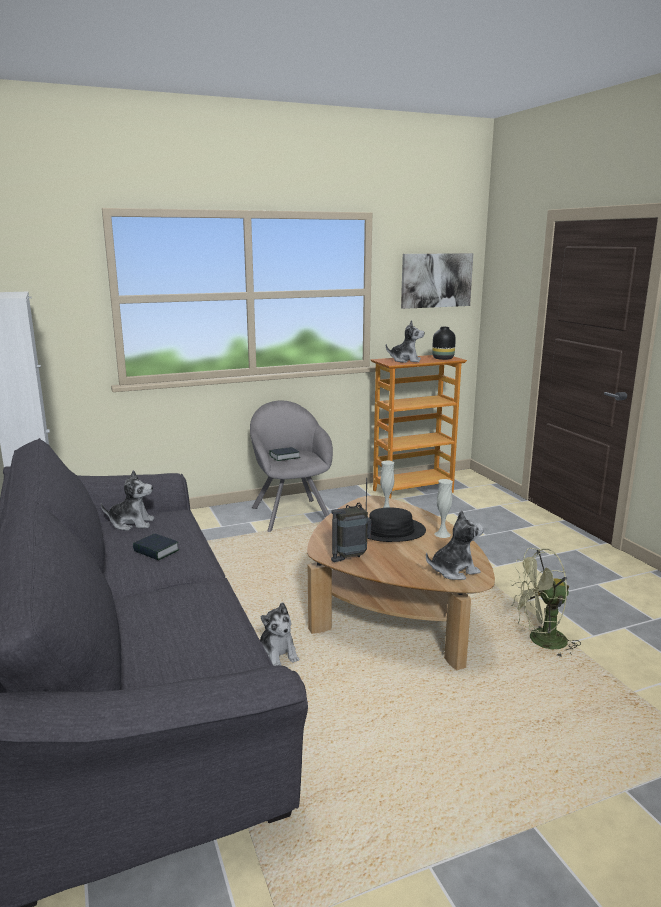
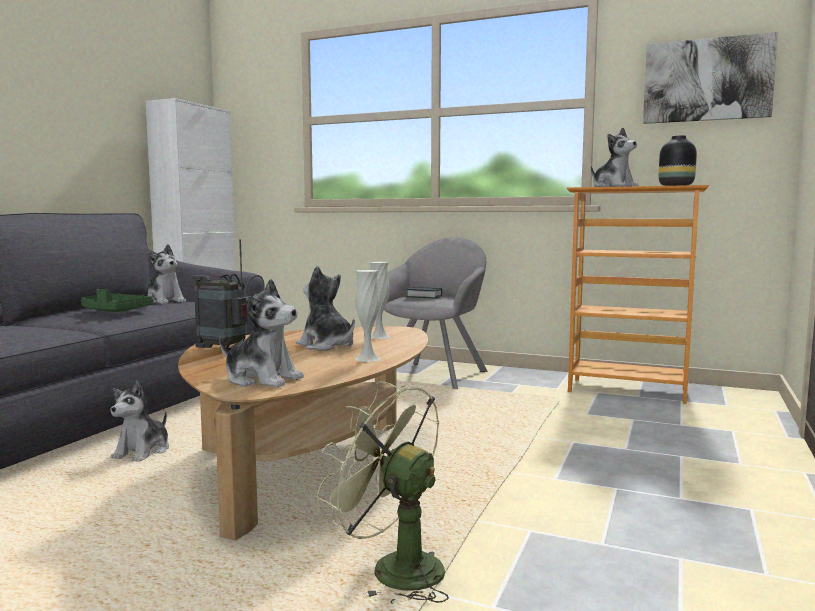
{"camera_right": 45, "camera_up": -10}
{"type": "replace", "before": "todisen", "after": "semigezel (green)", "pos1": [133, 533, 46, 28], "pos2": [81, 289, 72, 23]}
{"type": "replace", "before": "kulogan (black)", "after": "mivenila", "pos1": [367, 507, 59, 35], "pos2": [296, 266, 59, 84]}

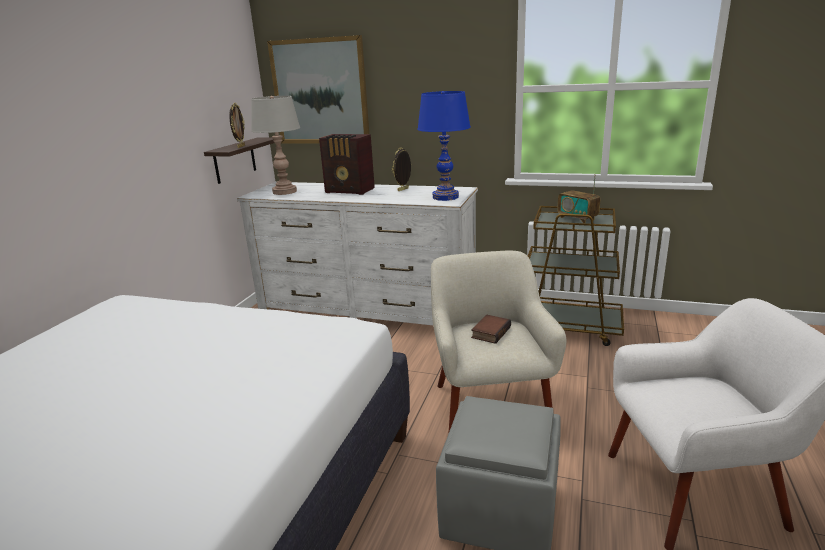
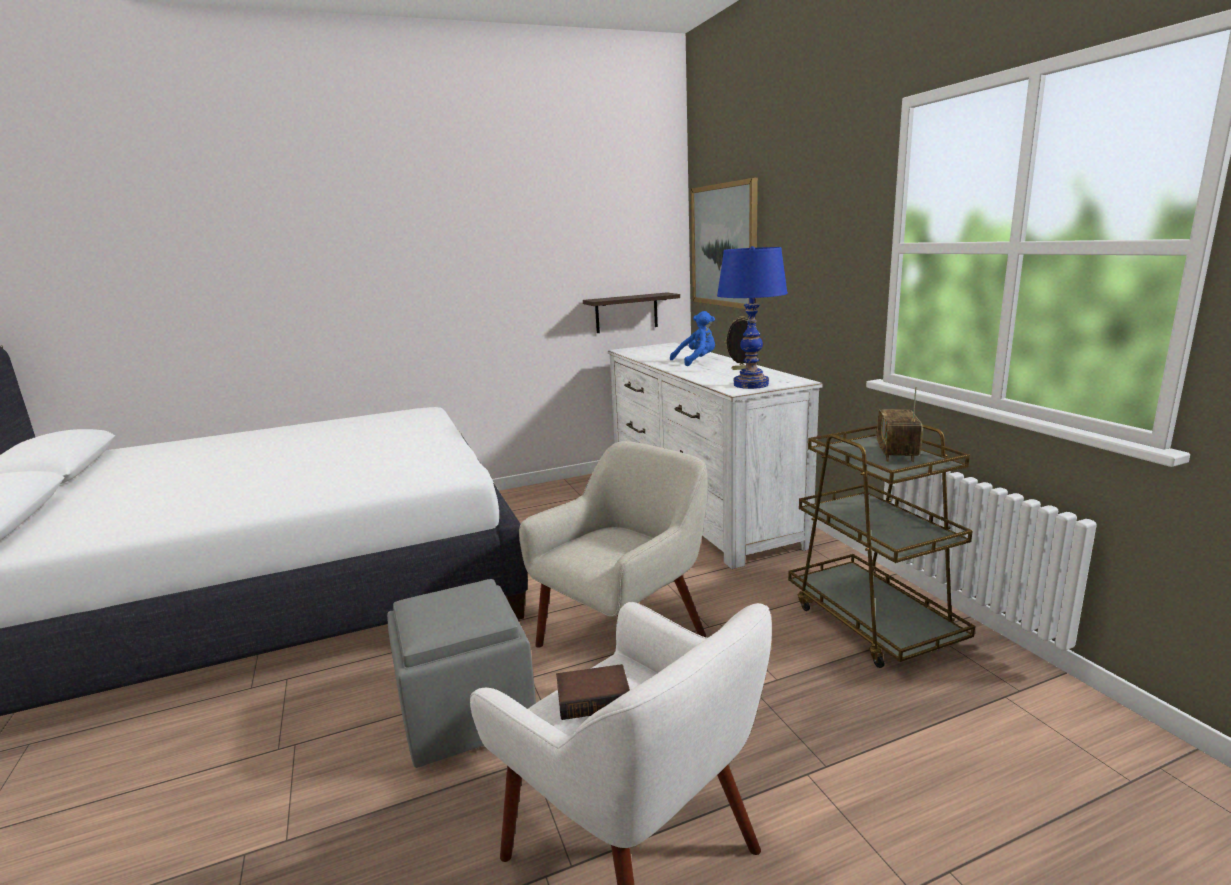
{"camera_right": 50, "camera_up": -5}
{"type": "move", "before": "todisen", "pos1": [471, 315, 40, 29], "pos2": [556, 664, 74, 56]}
{"type": "replace", "before": "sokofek", "after": "mivenila (blue)", "pos1": [319, 134, 56, 61], "pos2": [670, 311, 45, 55]}
{"type": "delete", "before": "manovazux", "pos1": [229, 103, 16, 45]}
{"type": "delete", "before": "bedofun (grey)", "pos1": [251, 96, 49, 99]}

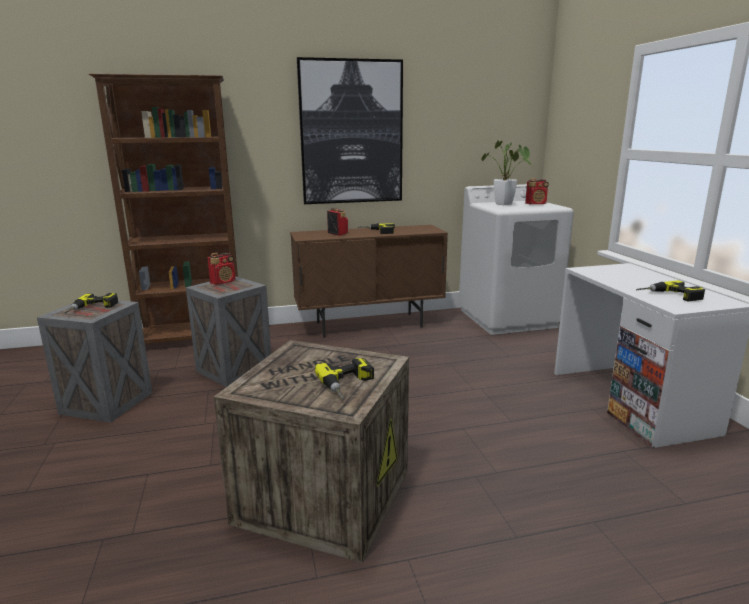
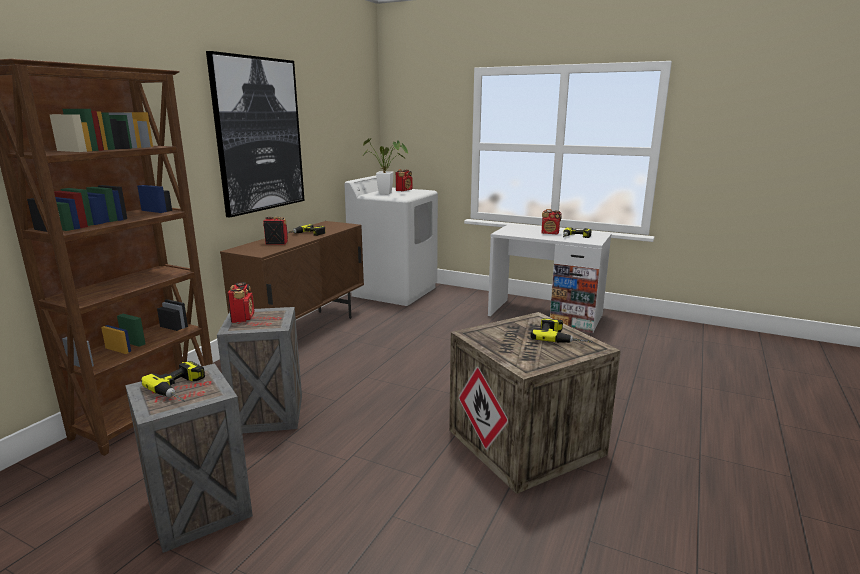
{"camera_right": -50, "camera_up": 0}
{"type": "insert", "after": "sokofek", "pos2": [541, 209, 21, 26]}

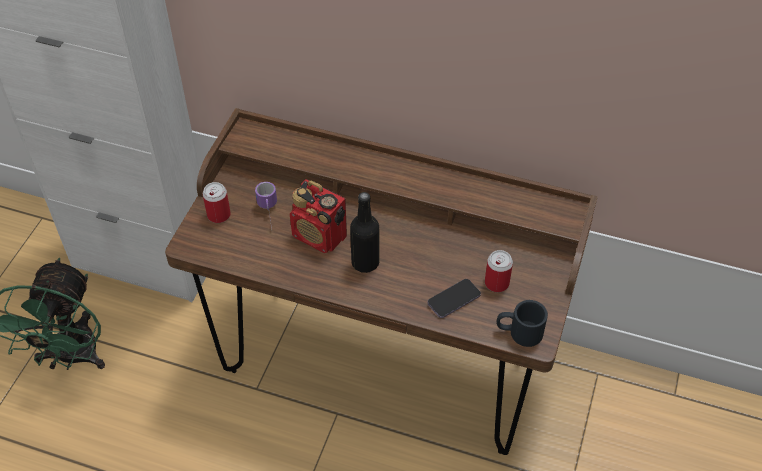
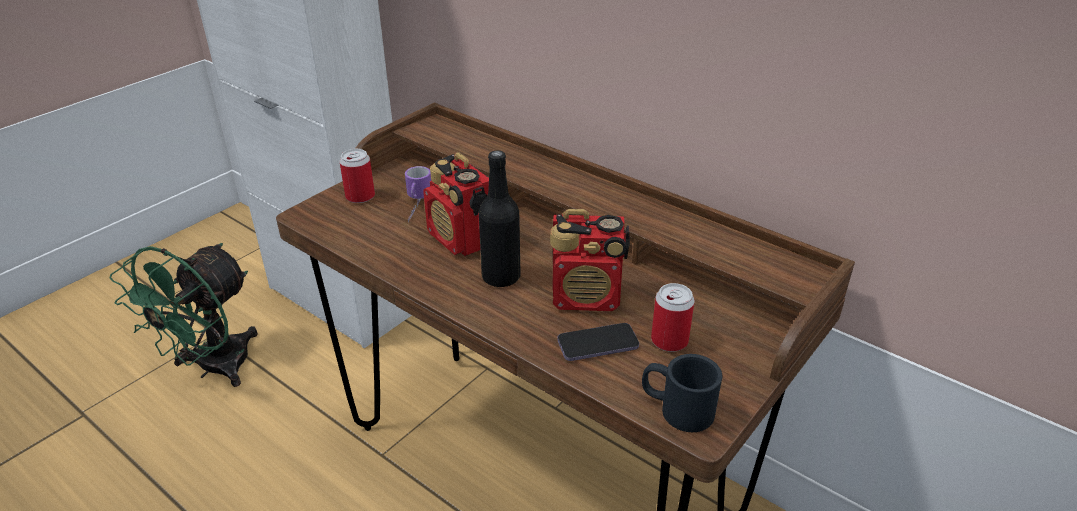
{"camera_right": 20, "camera_up": -15}
{"type": "insert", "after": "sokofek", "pos2": [550, 209, 80, 102]}

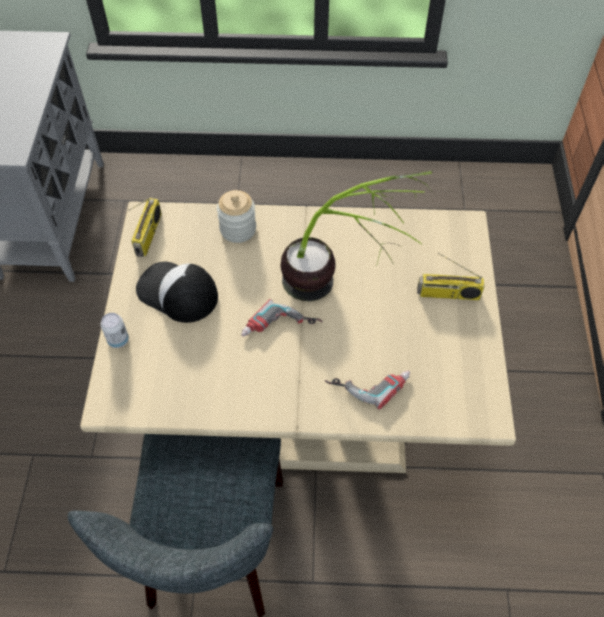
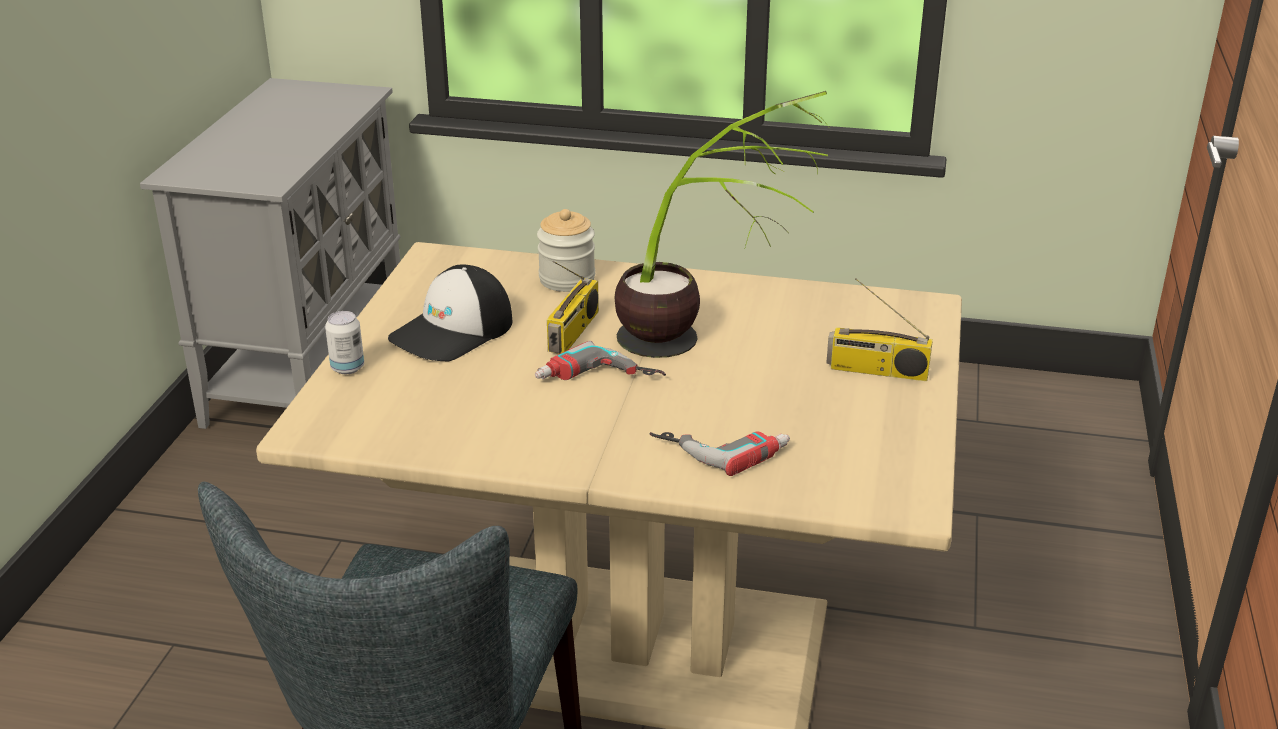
{"camera_right": 10, "camera_up": -25}
{"type": "rotate", "before": "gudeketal", "pos1": [136, 262, 82, 61], "pos2": [388, 265, 124, 96], "turn": -90}
{"type": "move", "before": "sokofek", "pos1": [128, 198, 34, 59], "pos2": [547, 261, 52, 93]}

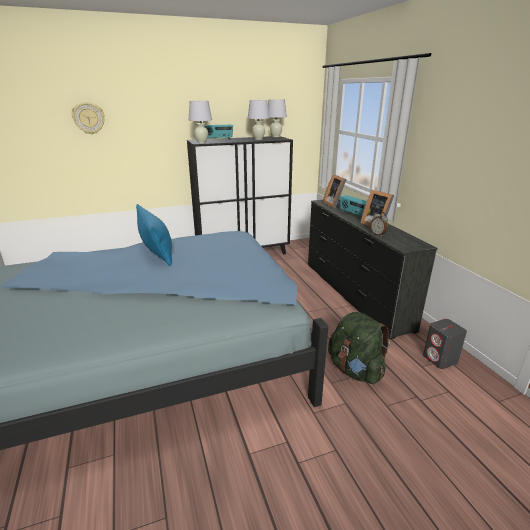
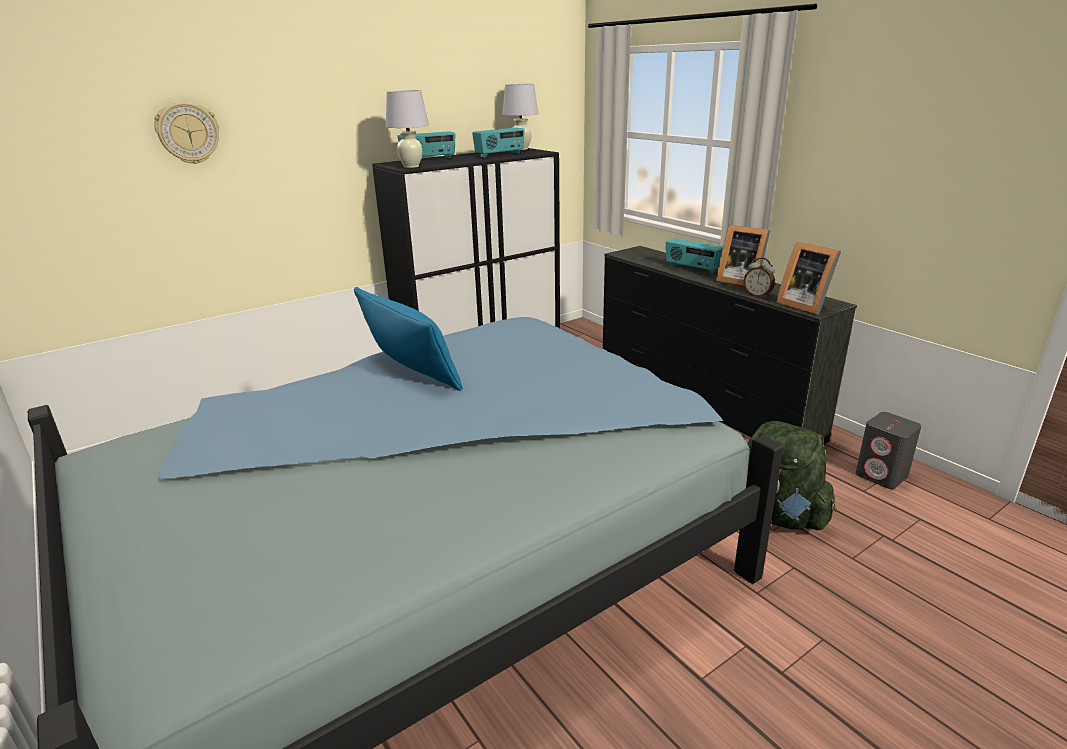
{"camera_right": -15, "camera_up": 0}
{"type": "replace", "before": "bedofun (white)", "after": "sokofek", "pos1": [248, 100, 21, 40], "pos2": [472, 128, 53, 30]}
{"type": "move", "before": "manovazux", "pos1": [323, 174, 24, 34], "pos2": [777, 242, 64, 73]}

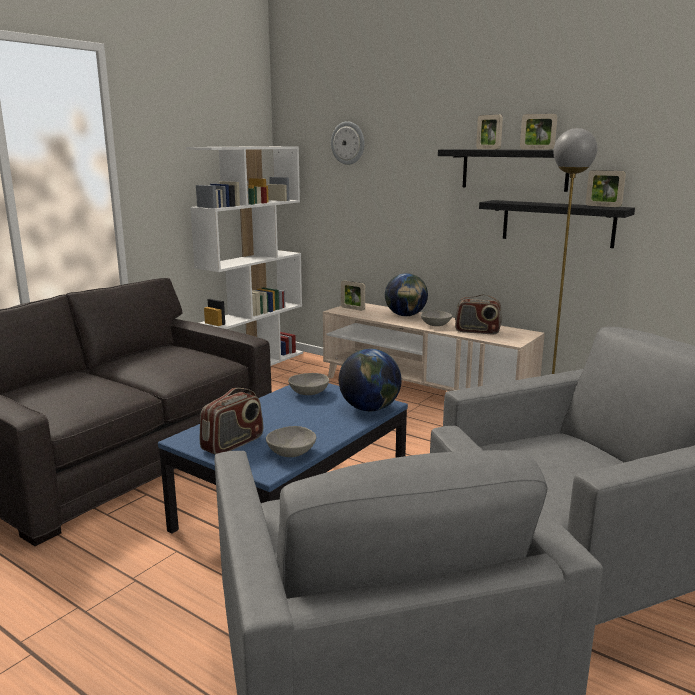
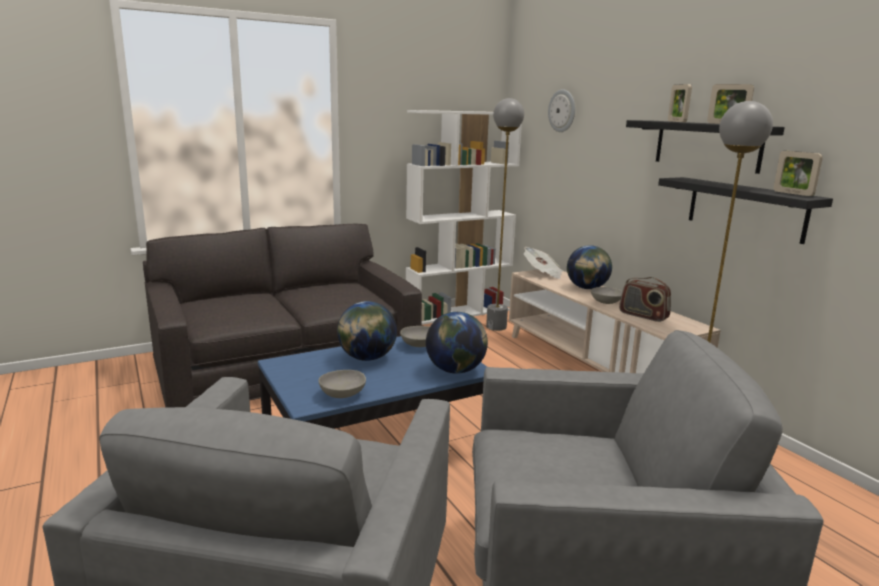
{"camera_right": 25, "camera_up": 0}
{"type": "insert", "after": "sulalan", "pos2": [337, 301, 60, 60]}
{"type": "insert", "after": "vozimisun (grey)", "pos2": [486, 98, 38, 233]}
{"type": "replace", "before": "manovazux", "after": "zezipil", "pos1": [341, 281, 24, 30], "pos2": [523, 247, 40, 32]}
{"type": "delete", "before": "sokofek", "pos1": [200, 388, 63, 67]}

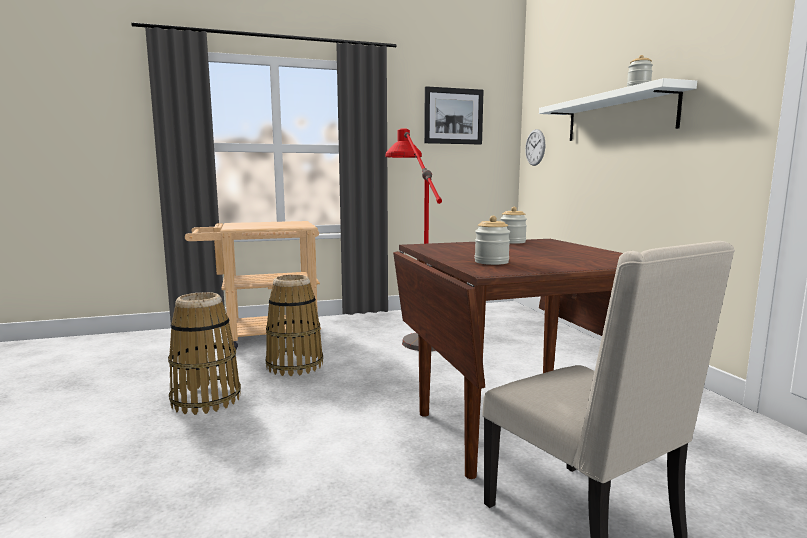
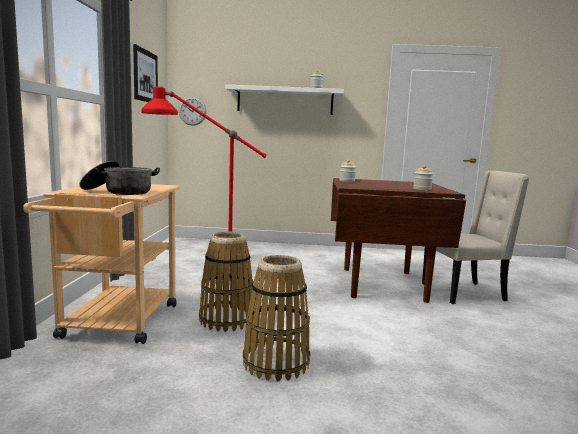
{"camera_right": -70, "camera_up": 0}
{"type": "insert", "after": "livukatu", "pos2": [79, 161, 81, 34]}

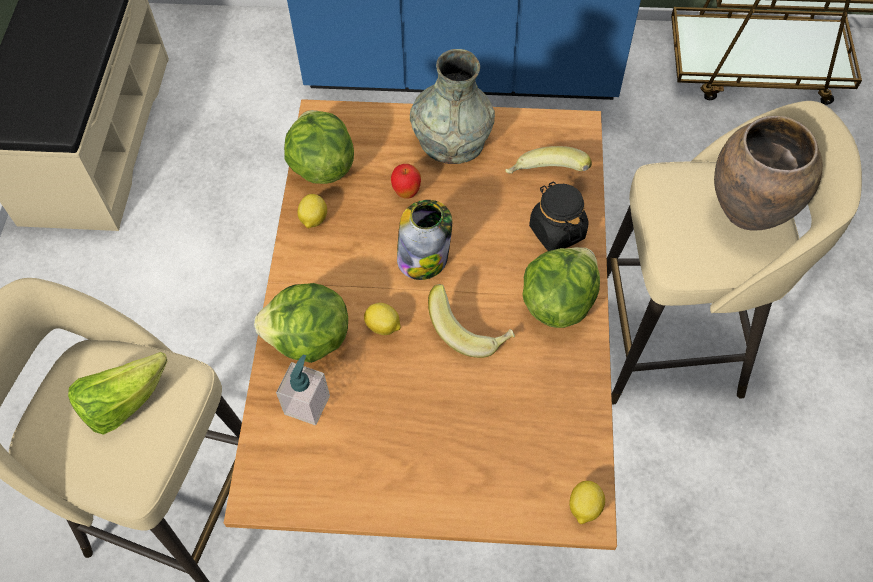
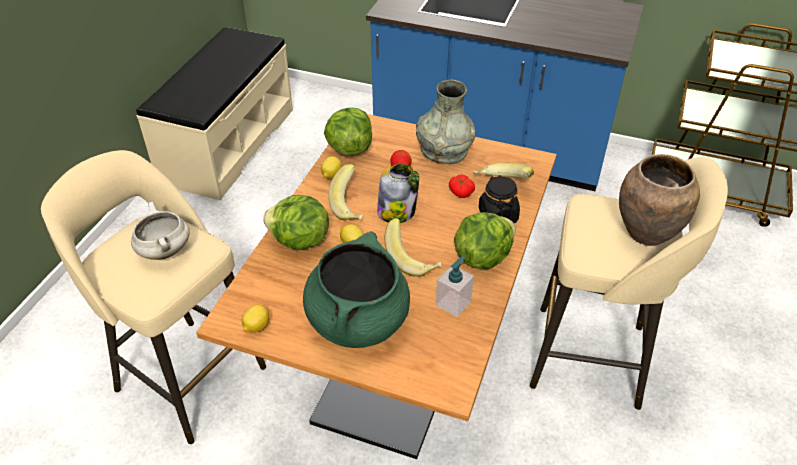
{"camera_right": 15, "camera_up": -15}
{"type": "replace", "before": "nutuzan", "after": "livukatu (white)", "pos1": [68, 352, 99, 83], "pos2": [131, 202, 59, 58]}
{"type": "move", "before": "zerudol", "pos1": [569, 481, 36, 43], "pos2": [242, 305, 27, 28]}
{"type": "insert", "after": "livukatu (green)", "pos2": [303, 231, 107, 117]}
{"type": "insert", "after": "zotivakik", "pos2": [328, 164, 35, 56]}
{"type": "move", "before": "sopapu", "pos1": [276, 354, 54, 71], "pos2": [436, 255, 38, 62]}
{"type": "insert", "after": "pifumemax", "pos2": [449, 174, 26, 24]}

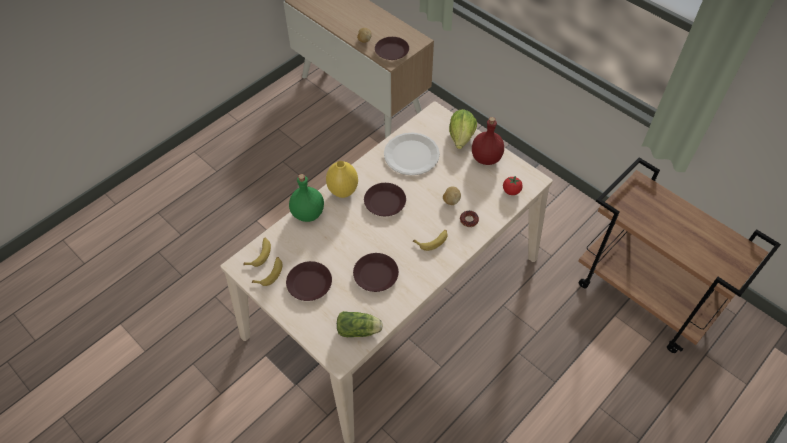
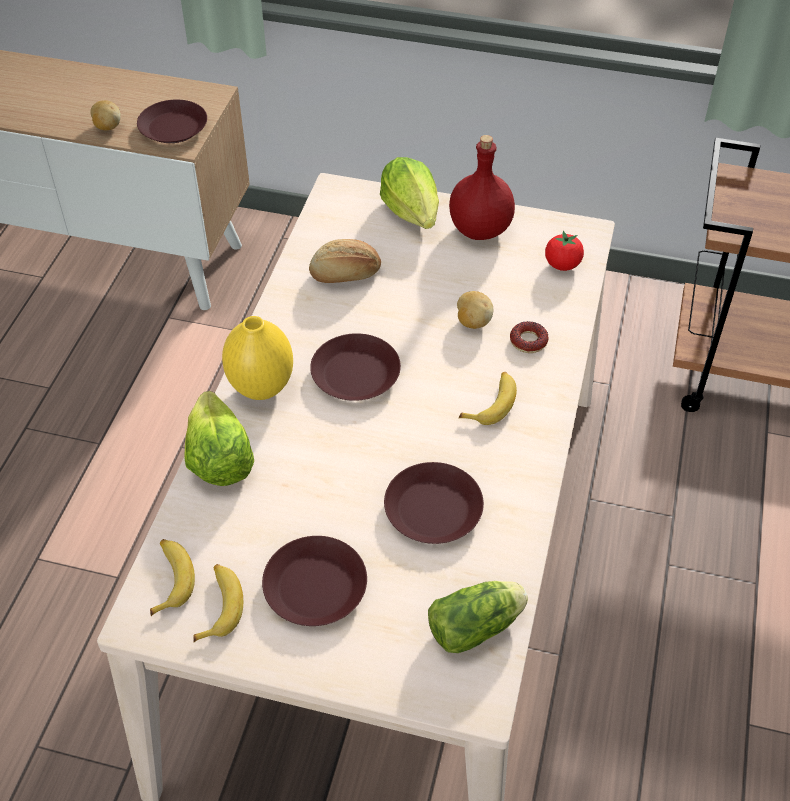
{"camera_right": -30, "camera_up": -5}
{"type": "replace", "before": "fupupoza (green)", "after": "nutuzan", "pos1": [289, 174, 35, 48], "pos2": [184, 391, 70, 95]}
{"type": "replace", "before": "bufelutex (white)", "after": "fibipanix", "pos1": [384, 132, 56, 43], "pos2": [309, 239, 72, 44]}

